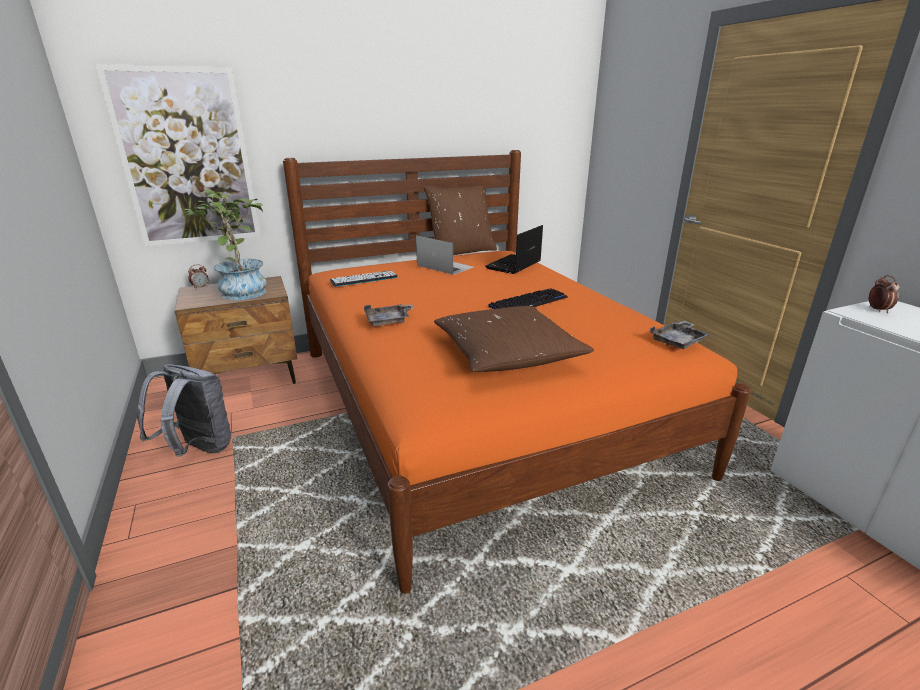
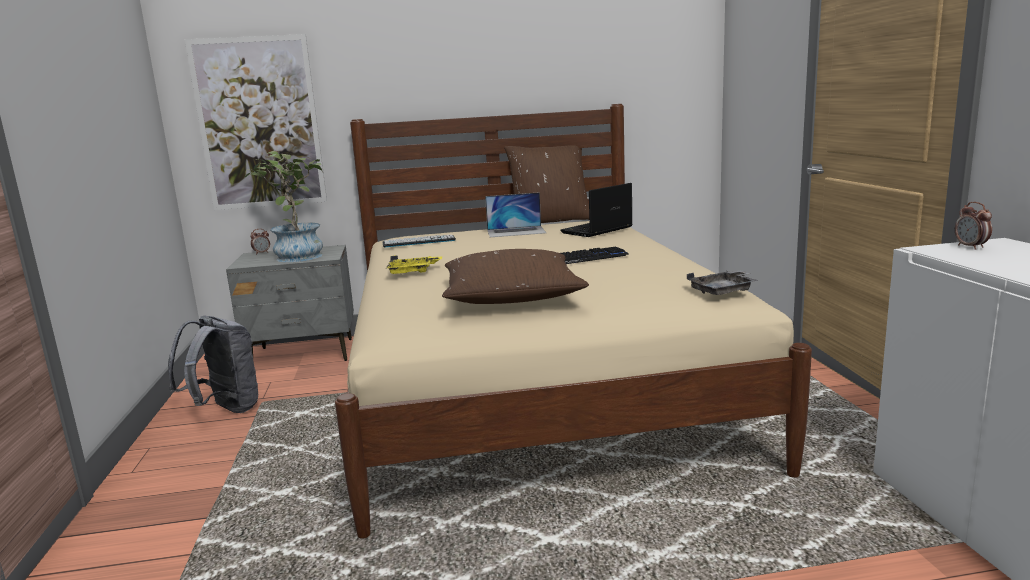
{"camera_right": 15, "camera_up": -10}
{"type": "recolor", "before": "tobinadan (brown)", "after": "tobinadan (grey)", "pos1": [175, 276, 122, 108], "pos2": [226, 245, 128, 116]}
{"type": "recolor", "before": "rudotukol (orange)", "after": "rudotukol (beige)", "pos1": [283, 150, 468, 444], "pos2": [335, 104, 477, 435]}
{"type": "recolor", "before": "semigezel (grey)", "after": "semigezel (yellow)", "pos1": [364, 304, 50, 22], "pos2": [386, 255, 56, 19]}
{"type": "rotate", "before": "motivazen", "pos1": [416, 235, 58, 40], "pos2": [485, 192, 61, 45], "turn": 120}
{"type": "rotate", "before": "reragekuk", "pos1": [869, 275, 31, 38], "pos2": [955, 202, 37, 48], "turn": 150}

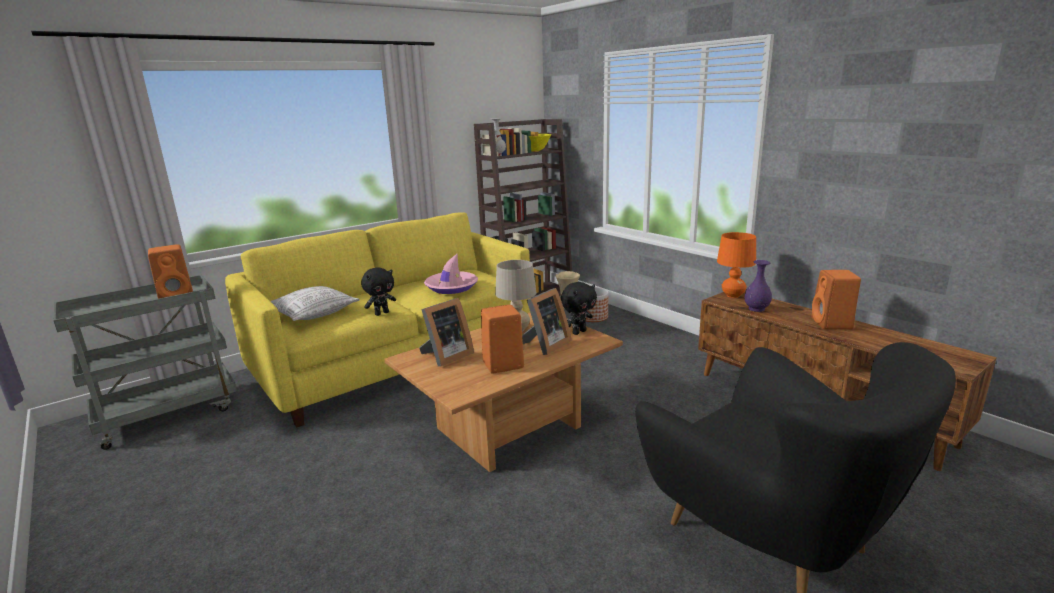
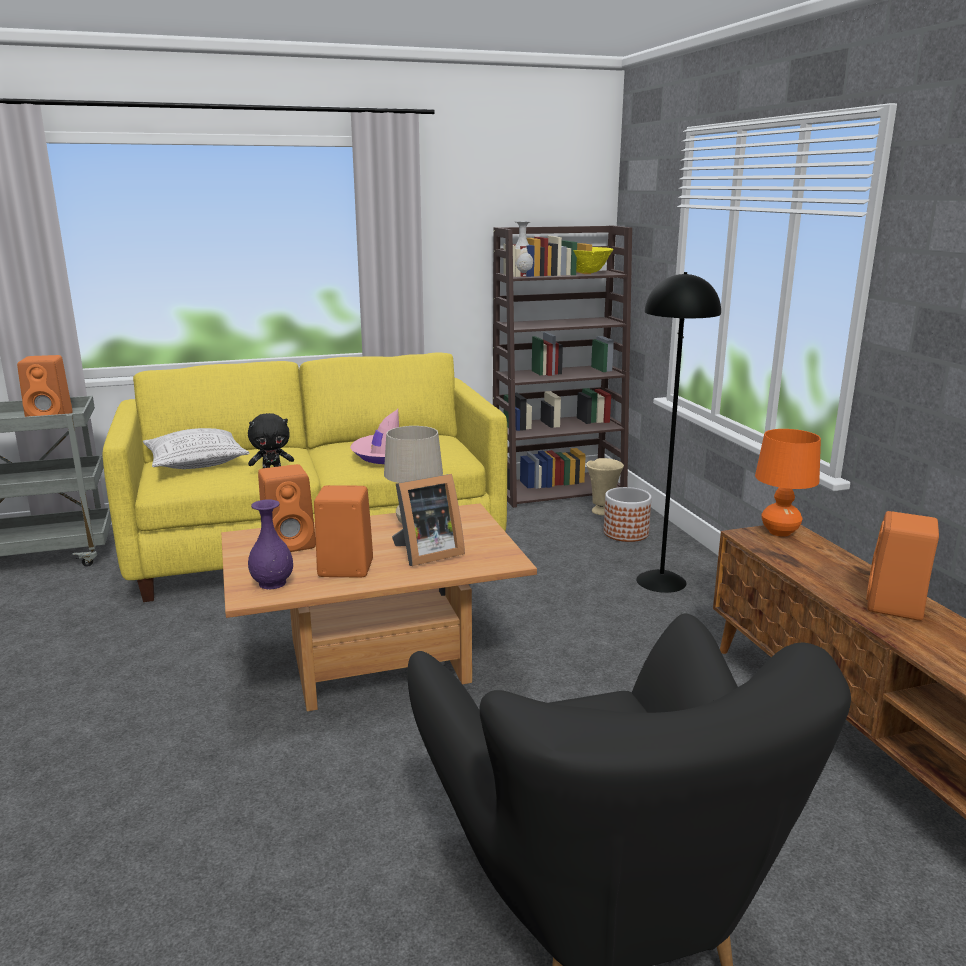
{"camera_right": 20, "camera_up": 0}
{"type": "move", "before": "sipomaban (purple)", "pos1": [745, 260, 27, 52], "pos2": [248, 499, 45, 90]}
{"type": "replace", "before": "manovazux", "after": "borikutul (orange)", "pos1": [419, 298, 55, 69], "pos2": [258, 464, 58, 88]}
{"type": "insert", "after": "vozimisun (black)", "pos2": [636, 272, 85, 321]}
{"type": "delete", "before": "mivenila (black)", "pos1": [561, 282, 36, 53]}

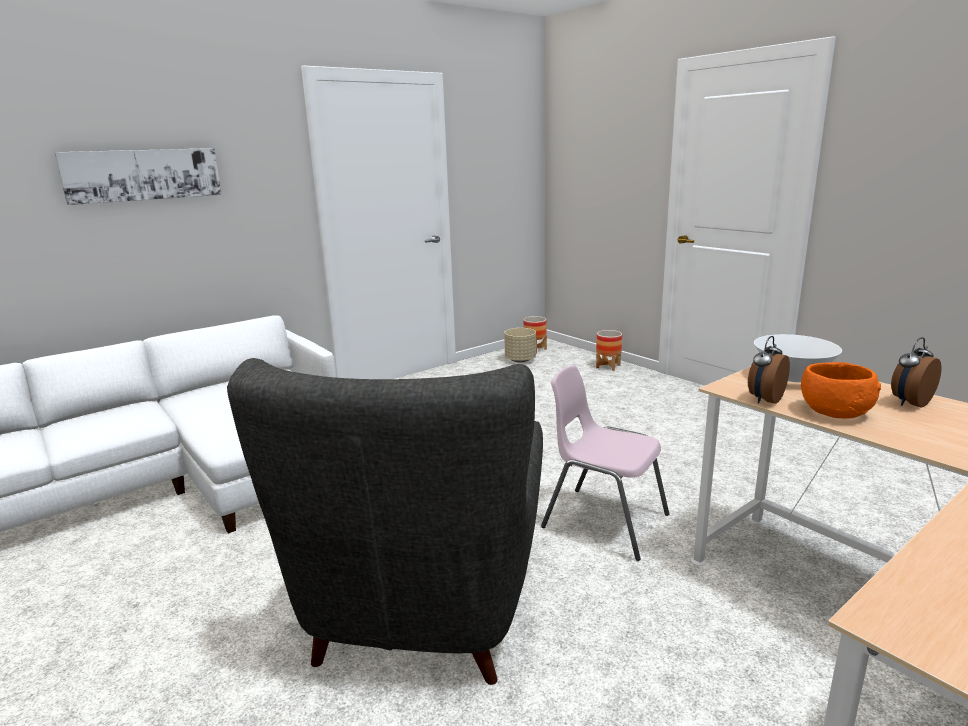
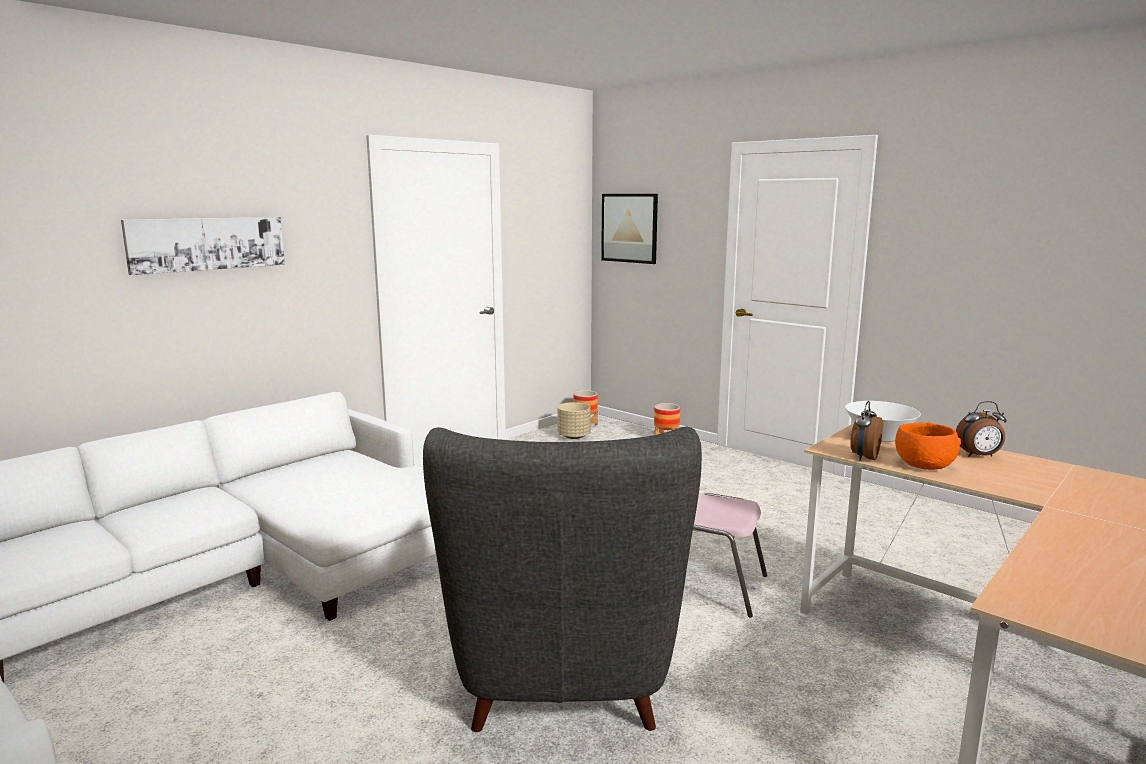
{"camera_right": -10, "camera_up": -5}
{"type": "insert", "after": "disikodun", "pos2": [601, 194, 57, 70]}
{"type": "rotate", "before": "reragekuk", "pos1": [891, 337, 51, 70], "pos2": [956, 401, 51, 56], "turn": -135}

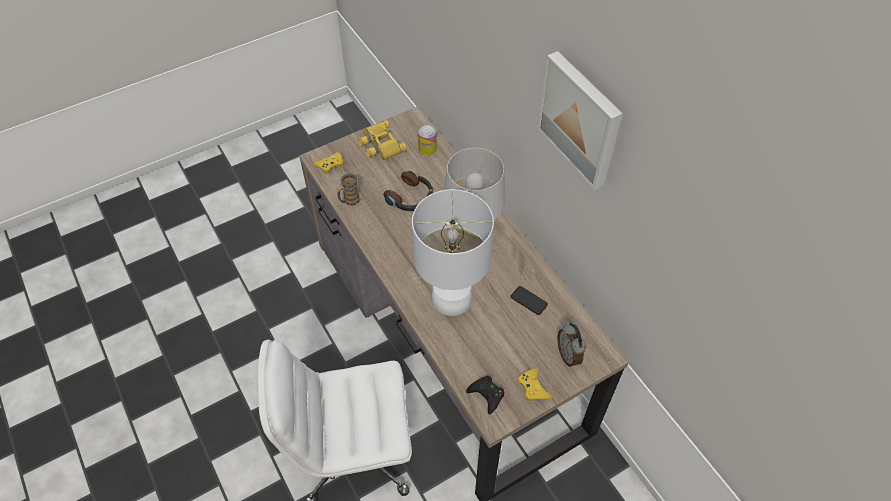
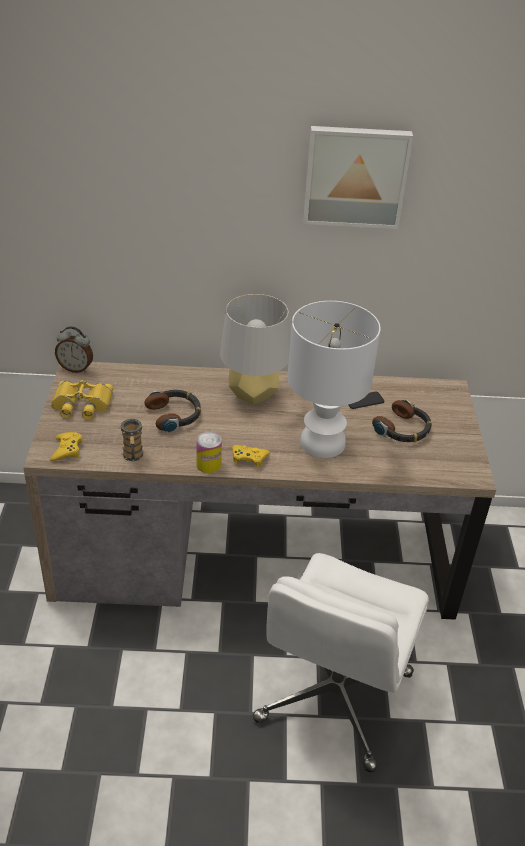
{"camera_right": -60, "camera_up": -15}
{"type": "move", "before": "reragekuk", "pos1": [558, 322, 28, 45], "pos2": [55, 326, 38, 47]}
{"type": "move", "before": "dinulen", "pos1": [418, 124, 19, 31], "pos2": [196, 432, 26, 41]}
{"type": "move", "before": "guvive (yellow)", "pos1": [517, 368, 35, 33], "pos2": [232, 445, 38, 23]}
{"type": "insert", "after": "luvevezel", "pos2": [372, 400, 60, 42]}
{"type": "delete", "before": "guvive (black)", "pos1": [466, 376, 38, 38]}

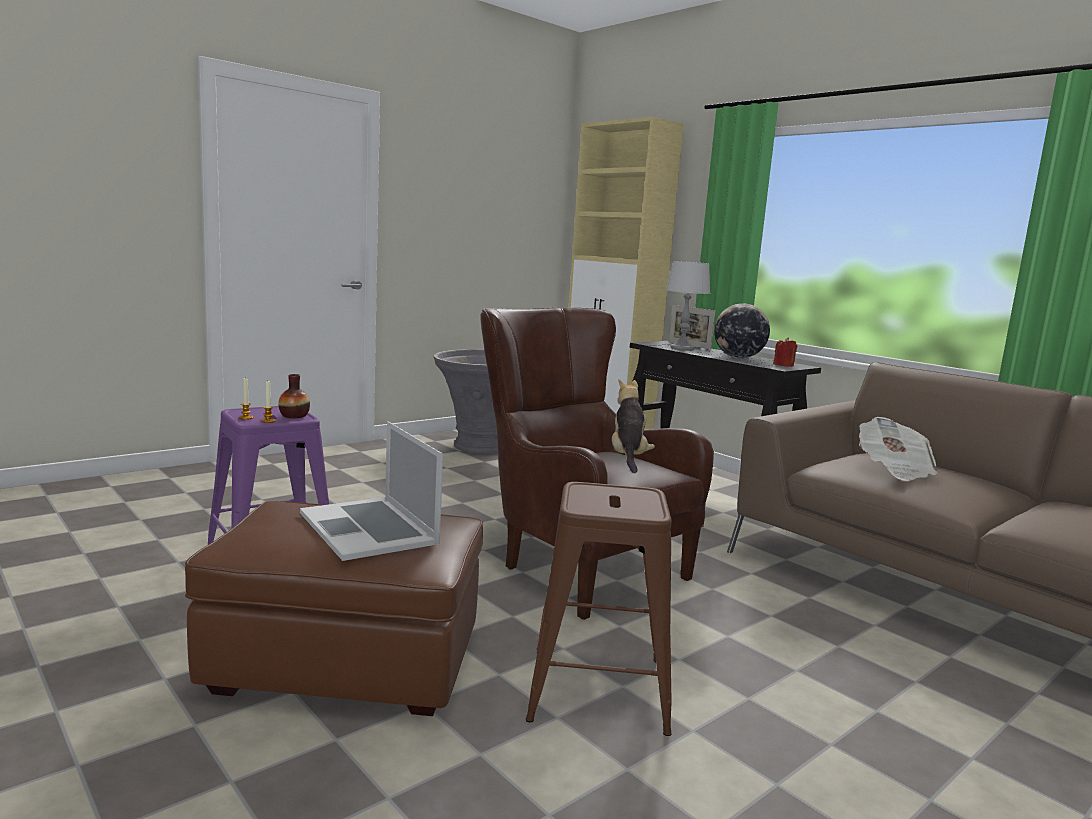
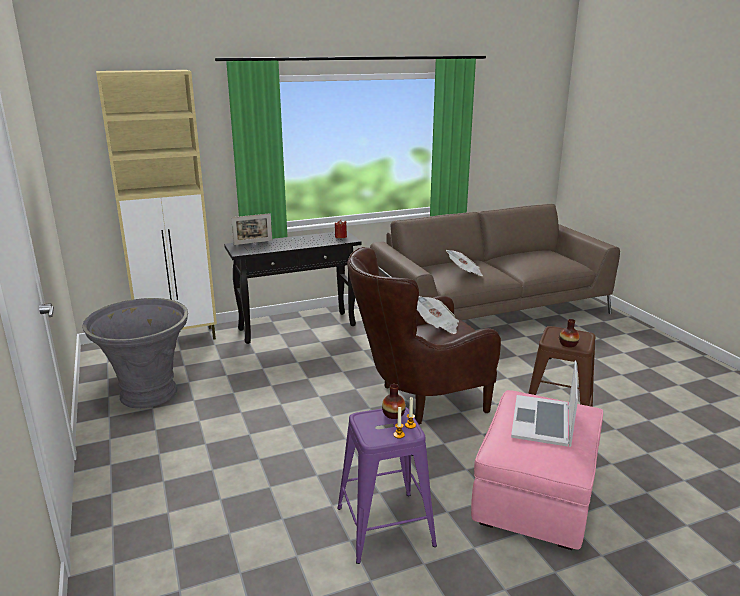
{"camera_right": -70, "camera_up": 10}
{"type": "replace", "before": "mivenila", "after": "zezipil", "pos1": [612, 380, 43, 93], "pos2": [417, 296, 42, 38]}
{"type": "recolor", "before": "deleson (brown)", "after": "deleson (pink)", "pos1": [185, 501, 298, 215], "pos2": [471, 390, 132, 160]}
{"type": "rotate", "before": "motivazen", "pos1": [300, 421, 143, 140], "pos2": [511, 361, 67, 86], "turn": 120}
{"type": "insert", "after": "sipomaban", "pos2": [559, 319, 20, 29]}
{"type": "delete", "before": "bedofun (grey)", "pos1": [666, 261, 45, 90]}
{"type": "delete", "before": "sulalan", "pos1": [714, 303, 56, 55]}

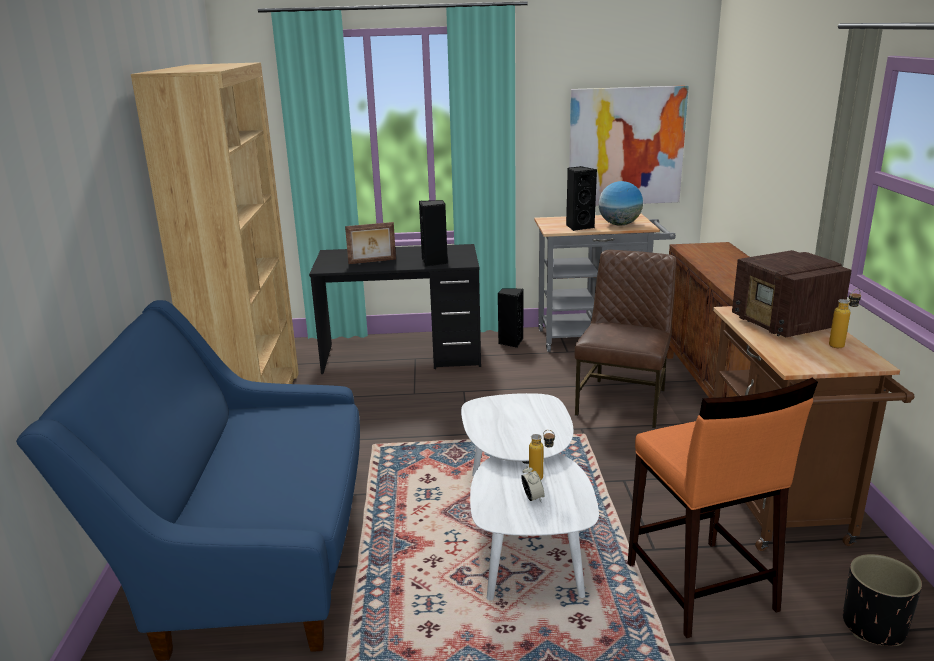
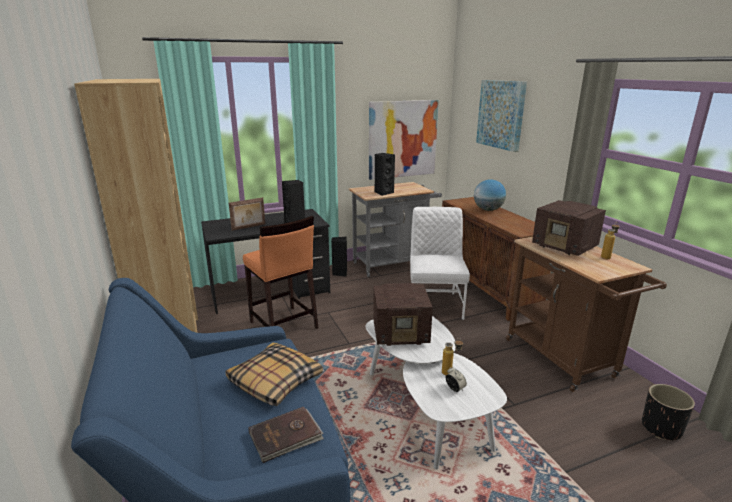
{"camera_right": -20, "camera_up": 0}
{"type": "insert", "after": "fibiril", "pos2": [225, 343, 98, 63]}
{"type": "move", "before": "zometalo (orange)", "pos1": [628, 378, 190, 260], "pos2": [243, 216, 76, 113]}
{"type": "insert", "after": "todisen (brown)", "pos2": [248, 407, 76, 56]}
{"type": "insert", "after": "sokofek", "pos2": [373, 283, 60, 63]}
{"type": "recolor", "before": "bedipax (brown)", "after": "bedipax (white)", "pos1": [575, 250, 102, 178], "pos2": [410, 207, 60, 113]}
{"type": "move", "before": "sulalan", "pos1": [599, 181, 44, 44], "pos2": [474, 179, 32, 32]}
{"type": "insert", "after": "disikodun", "pos2": [476, 80, 51, 72]}

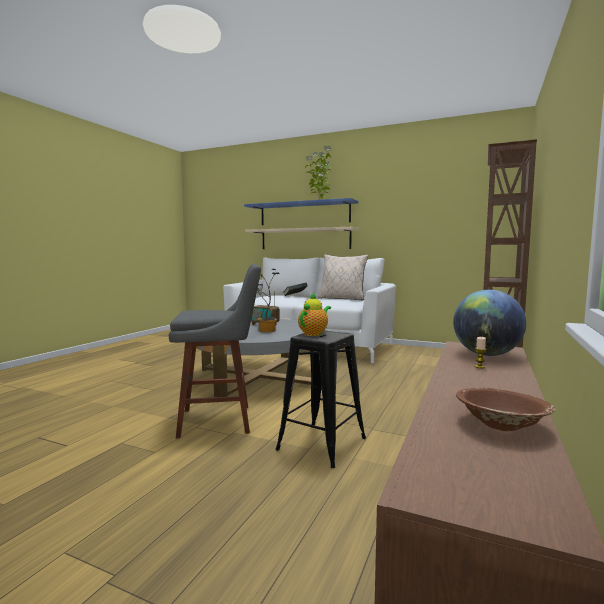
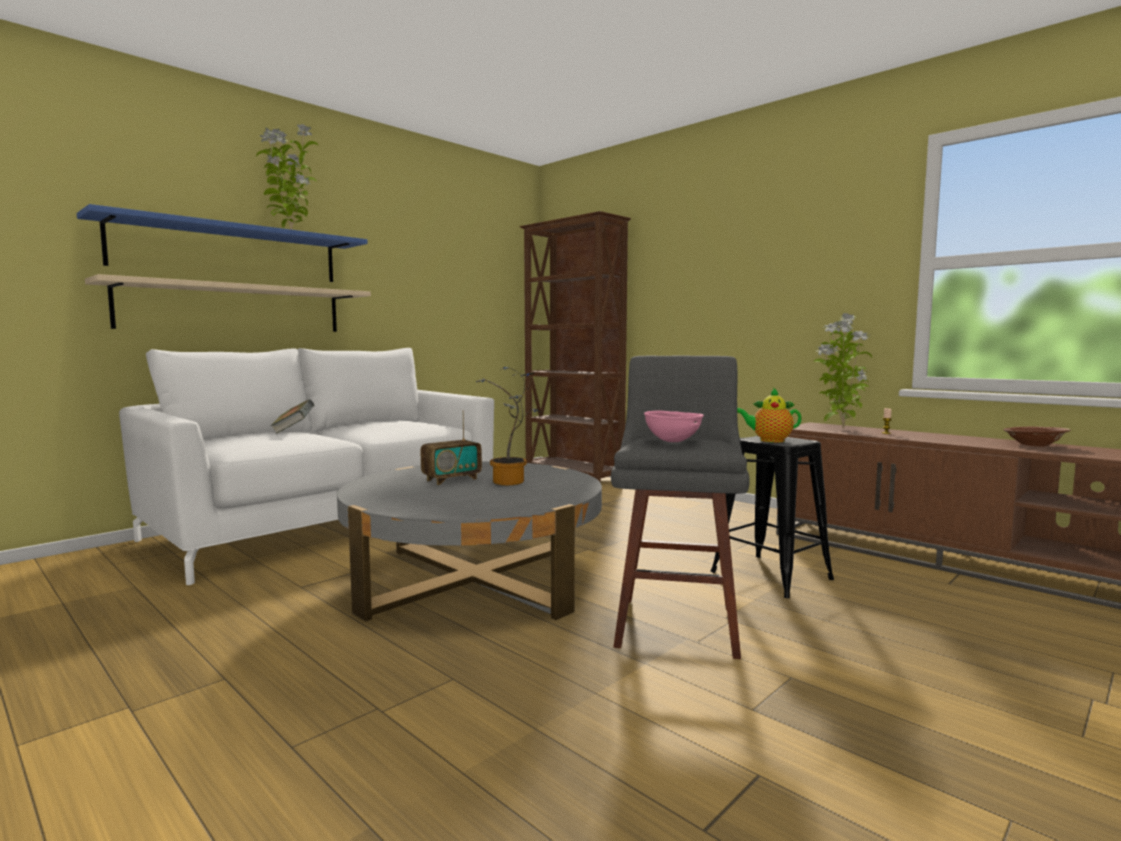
{"camera_right": -70, "camera_up": 0}
{"type": "insert", "after": "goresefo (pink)", "pos2": [644, 411, 60, 31]}
{"type": "rotate", "before": "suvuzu", "pos1": [298, 292, 33, 44], "pos2": [737, 387, 65, 56], "turn": -45}
{"type": "replace", "before": "sulalan", "after": "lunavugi", "pos1": [453, 290, 73, 66], "pos2": [814, 313, 58, 116]}
{"type": "delete", "before": "fibiril (beige)", "pos1": [319, 255, 49, 45]}

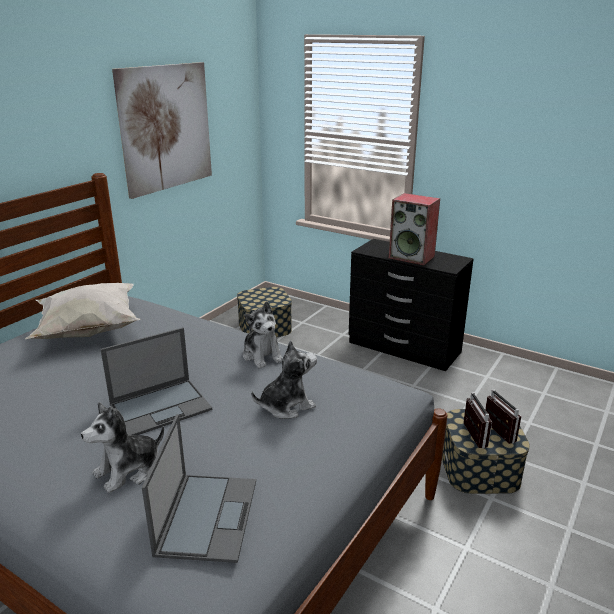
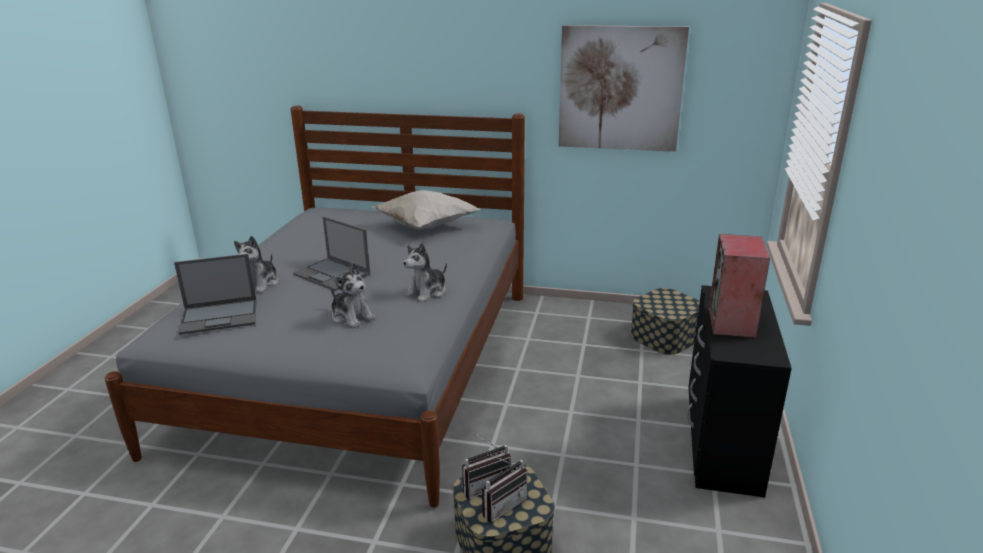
{"camera_right": 70, "camera_up": 0}
{"type": "rotate", "before": "mivenila", "pos1": [81, 402, 83, 91], "pos2": [234, 236, 45, 57], "turn": -105}

